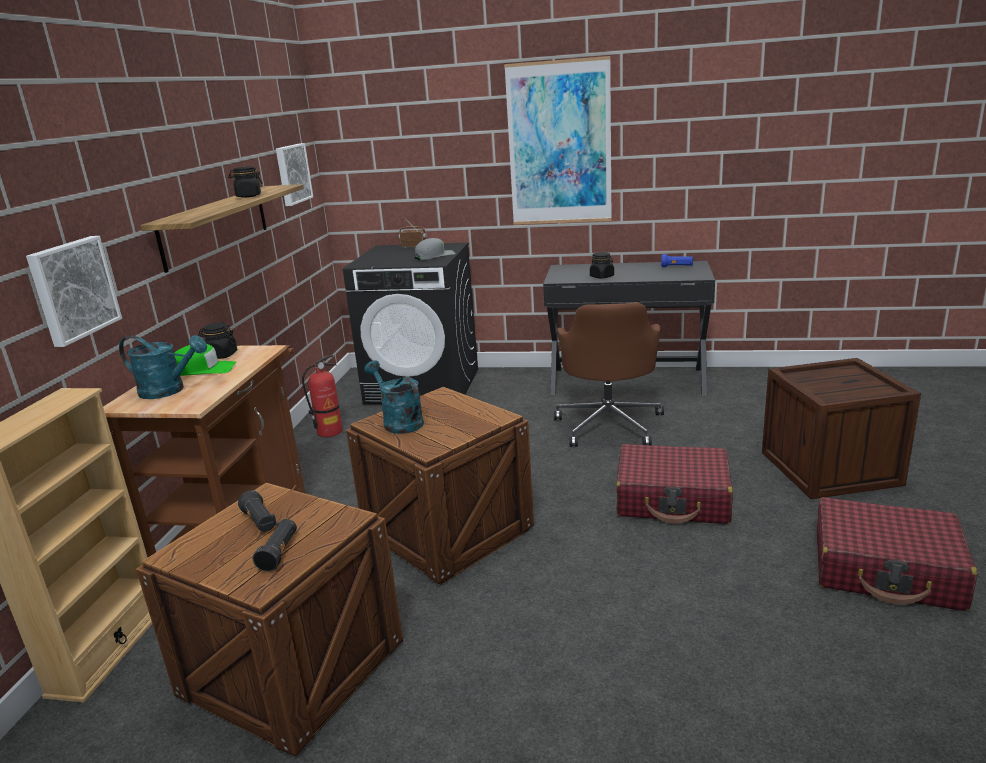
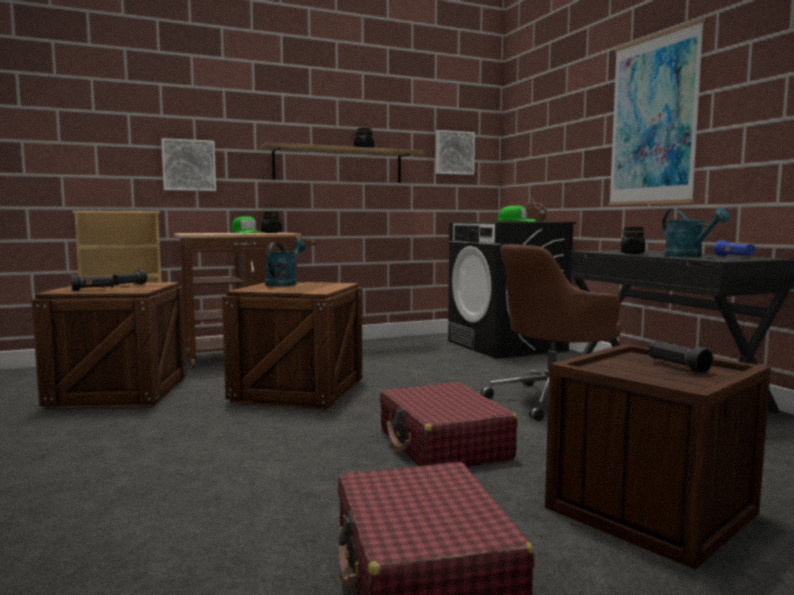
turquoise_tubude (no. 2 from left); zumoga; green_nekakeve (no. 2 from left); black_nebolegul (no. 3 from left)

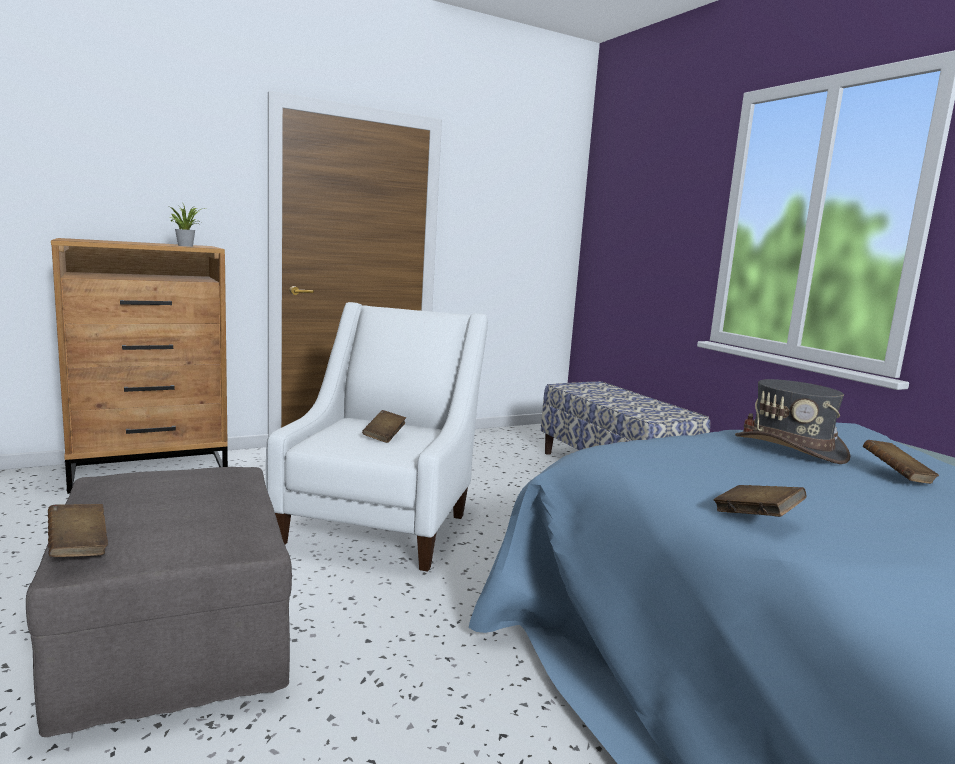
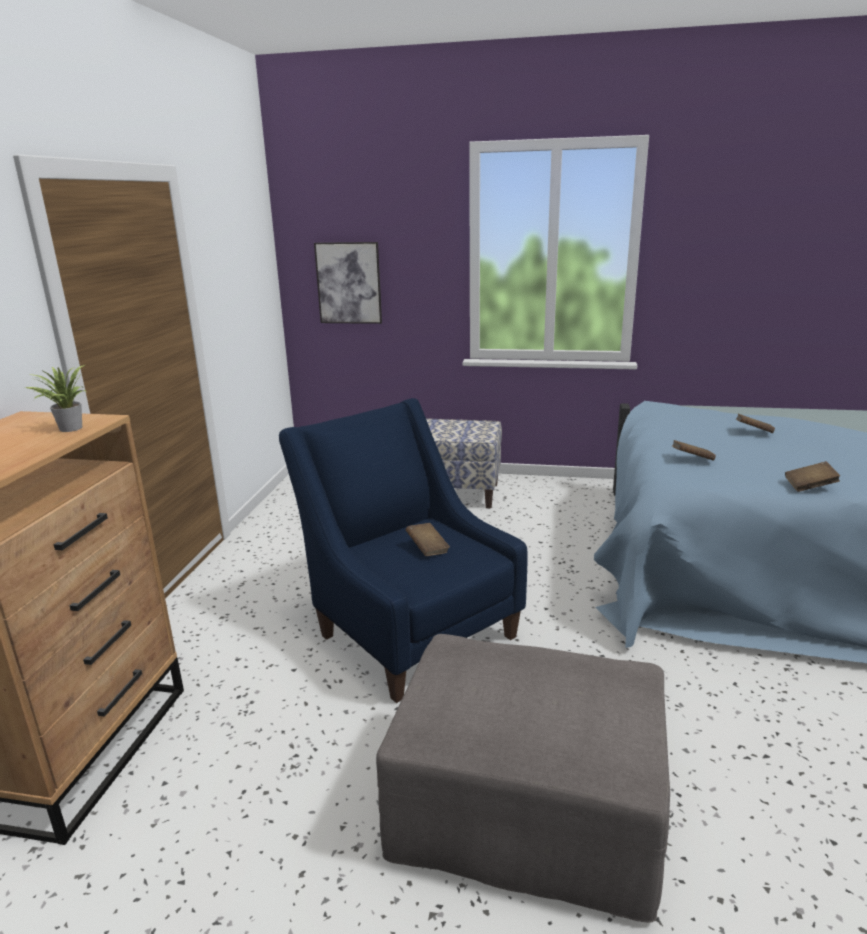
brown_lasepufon (no. 2 from left); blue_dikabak; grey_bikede; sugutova

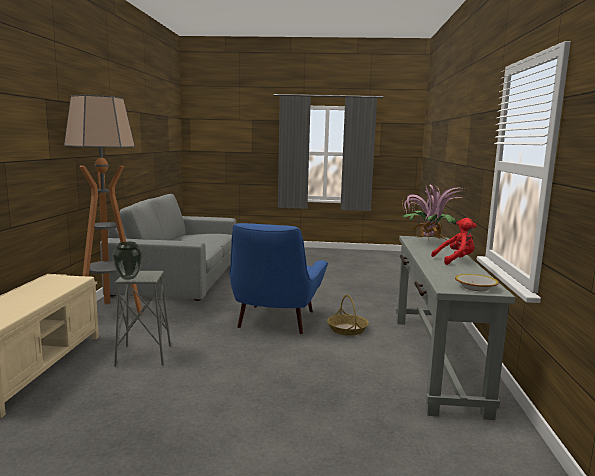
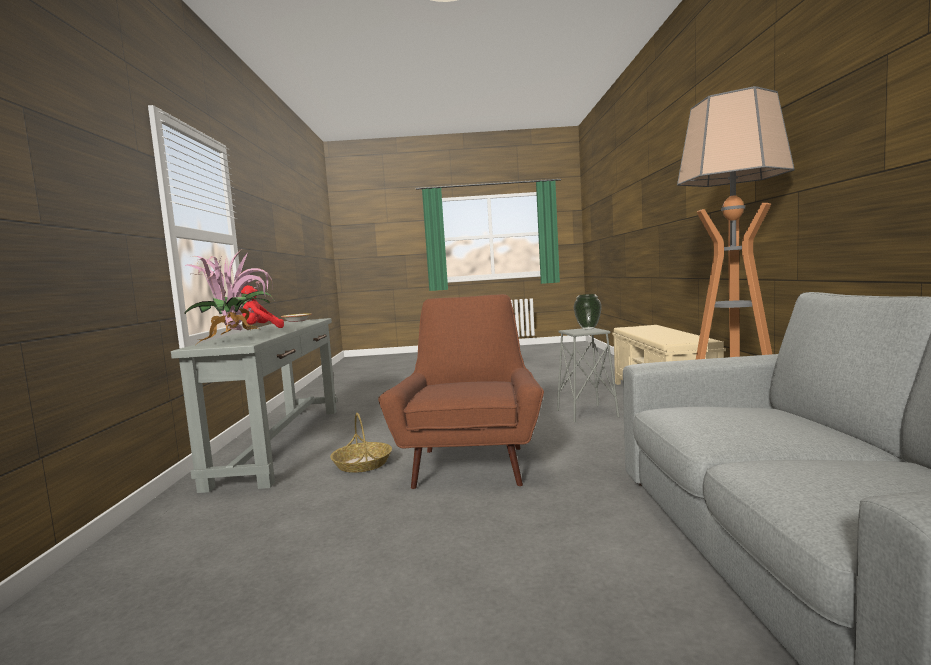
brown_dikabak

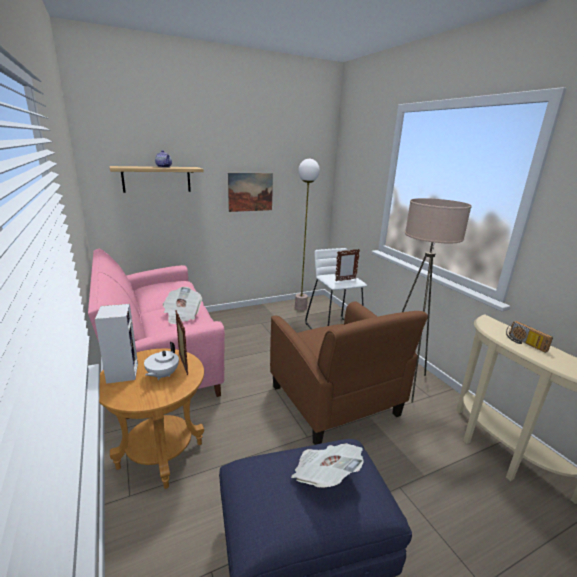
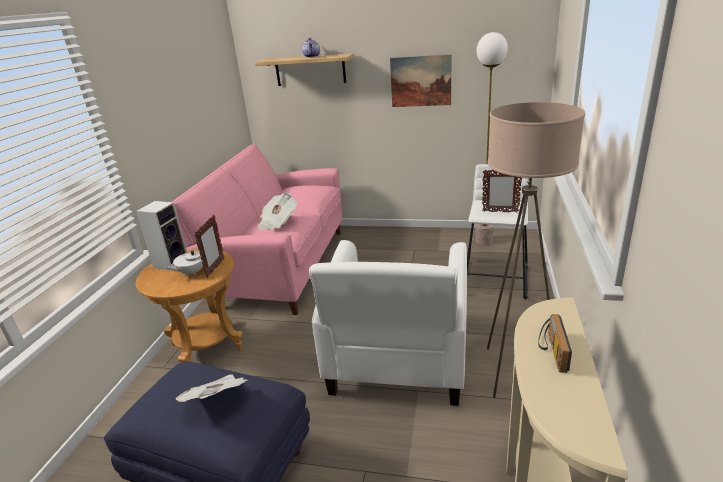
white_dikabak

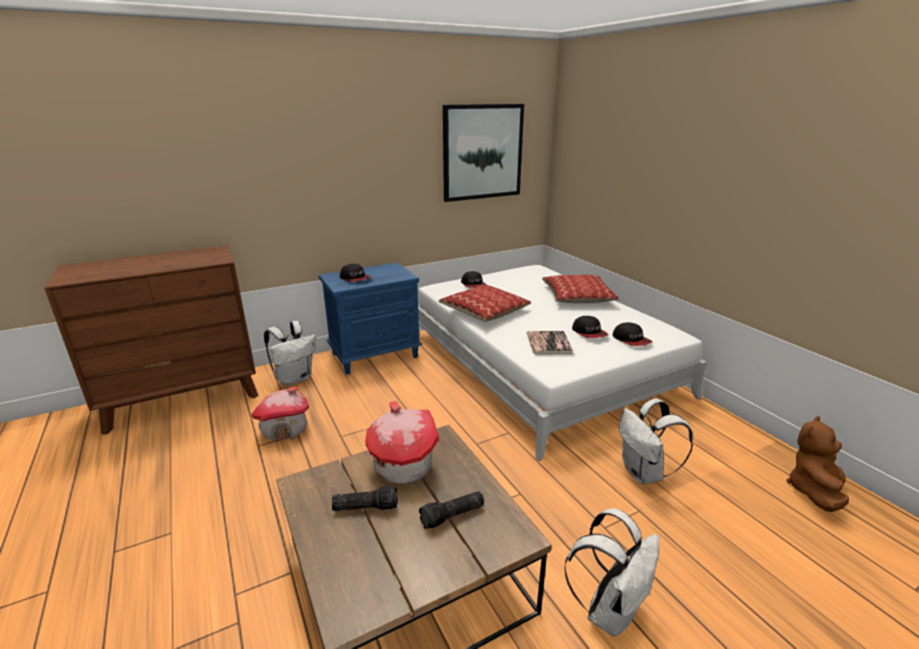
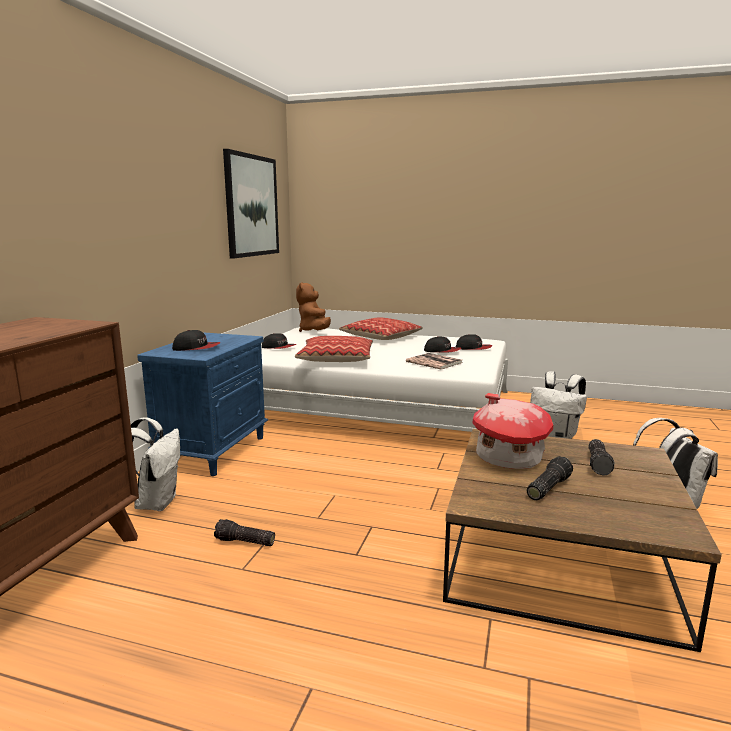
nebolegul (no. 1 from left); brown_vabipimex

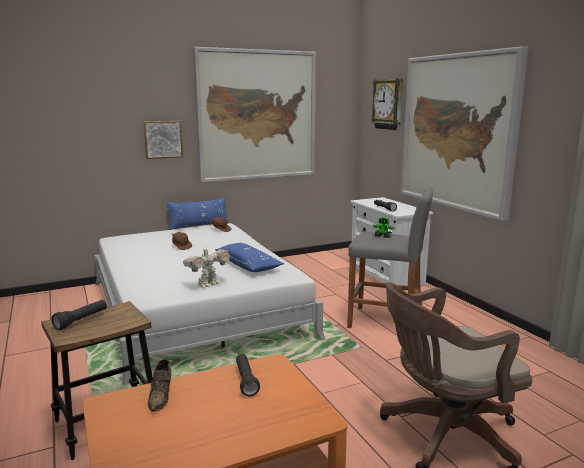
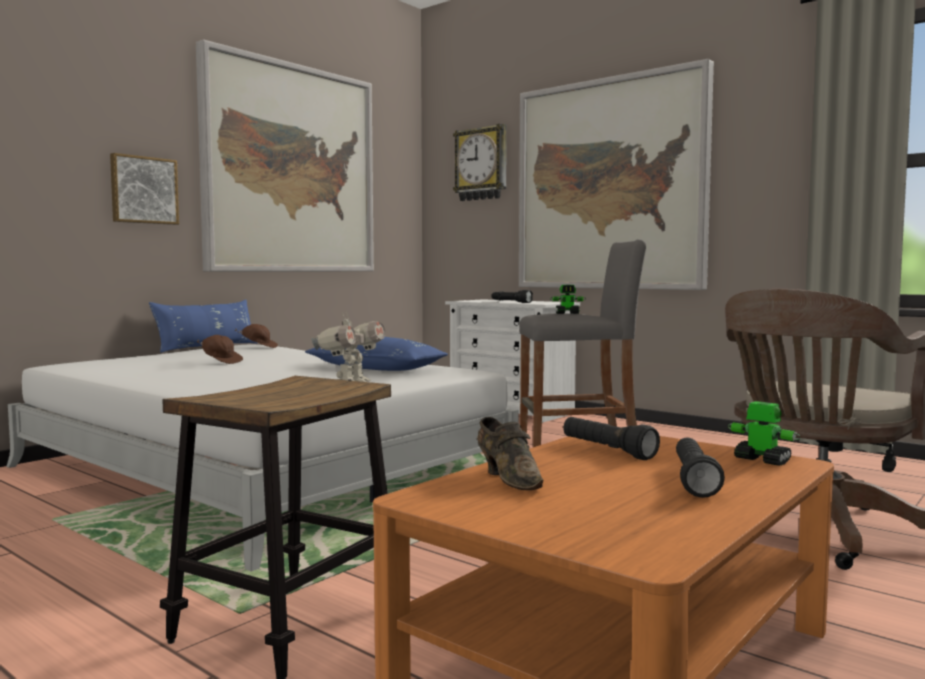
black_nebolegul (no. 3 from left); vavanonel (no. 3 from left)

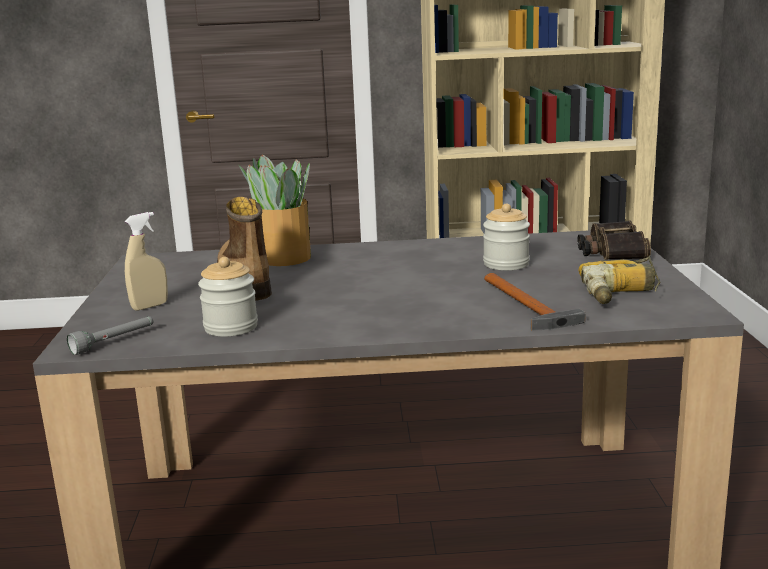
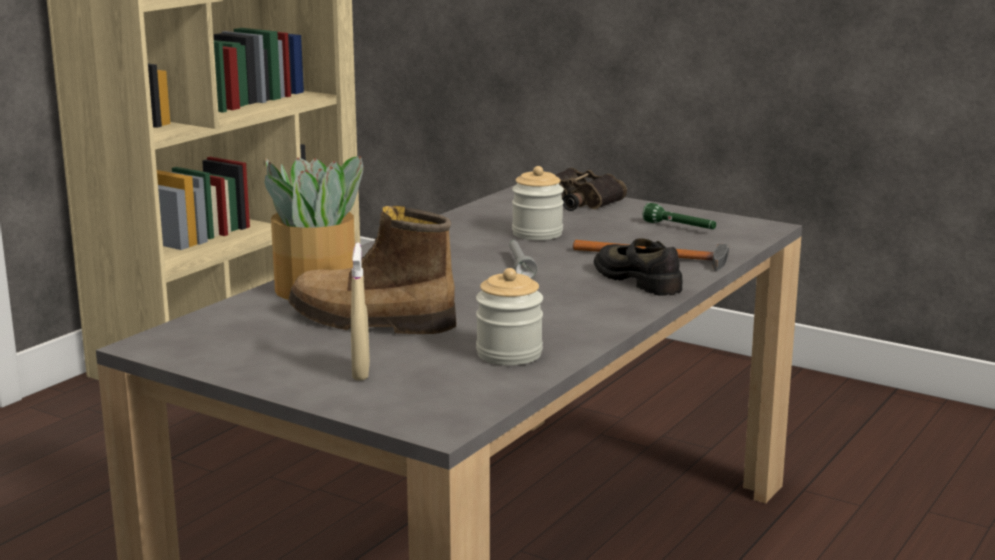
grey_nebolegul; green_nebolegul; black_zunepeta

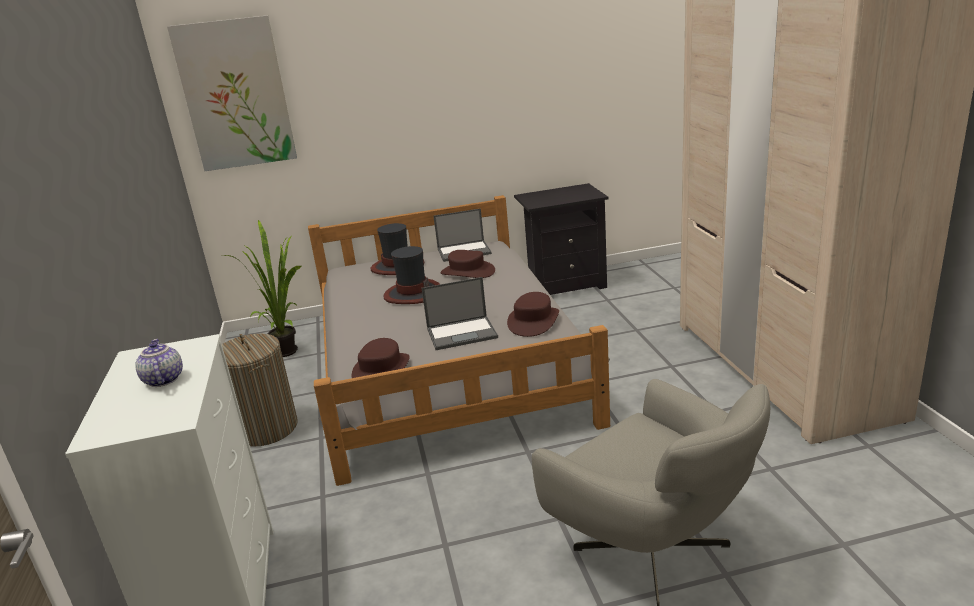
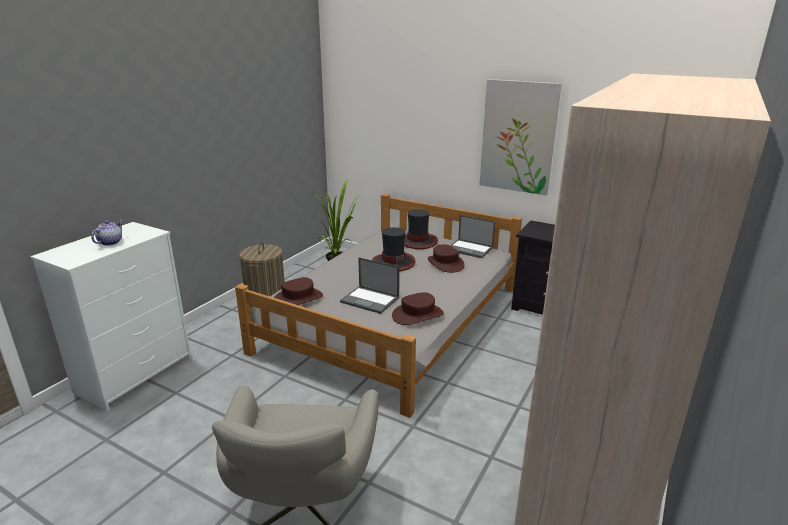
sugutova

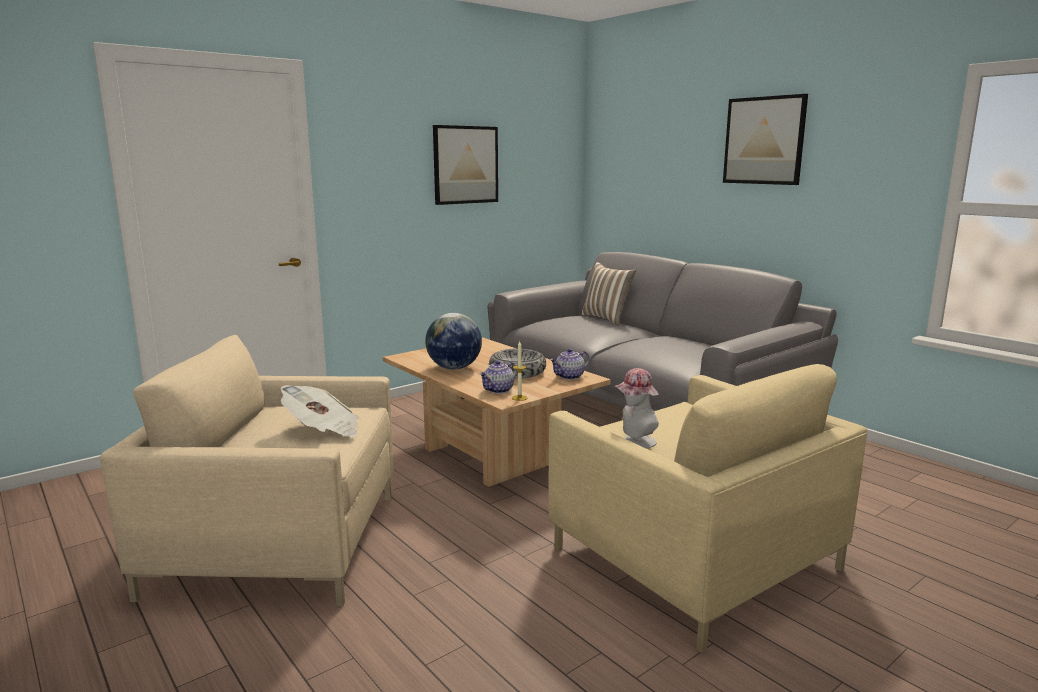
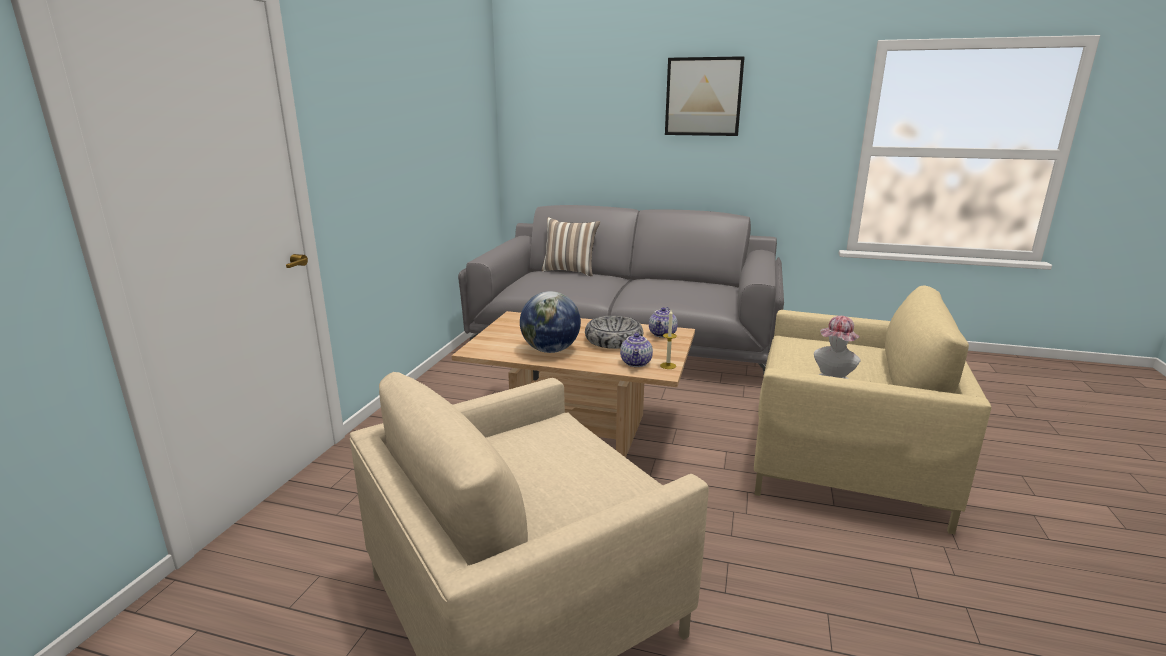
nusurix; sugutova (no. 1 from left in the first image)

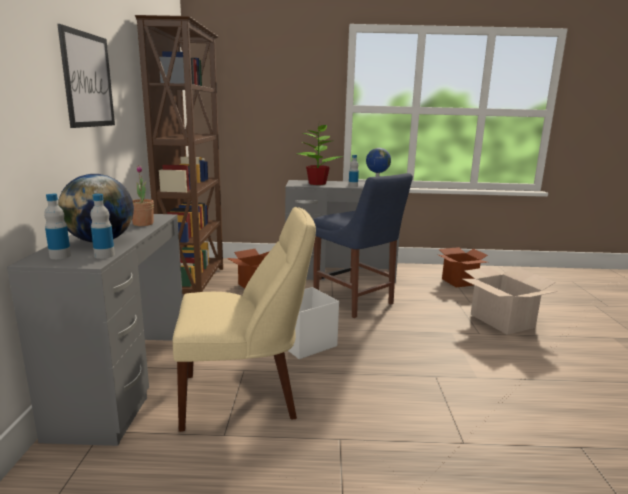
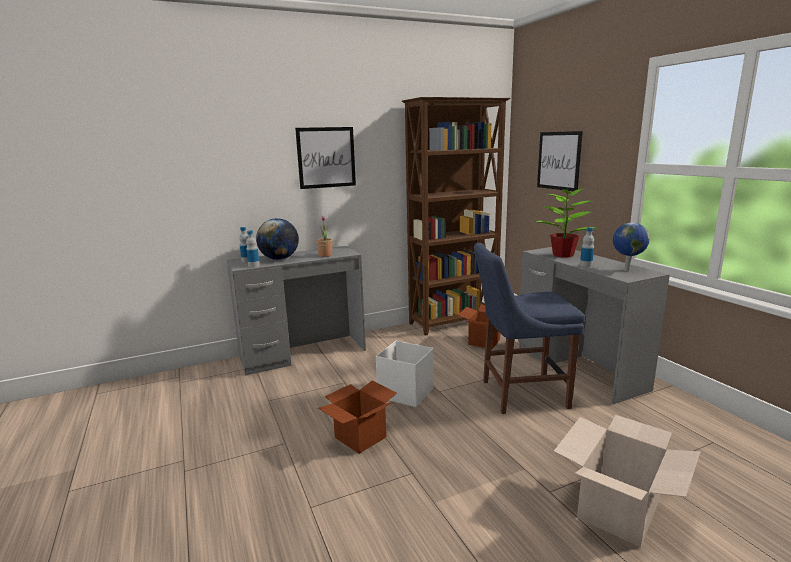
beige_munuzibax; blue_munuzibax; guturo (no. 1 from left); sugutova (no. 2 from left)

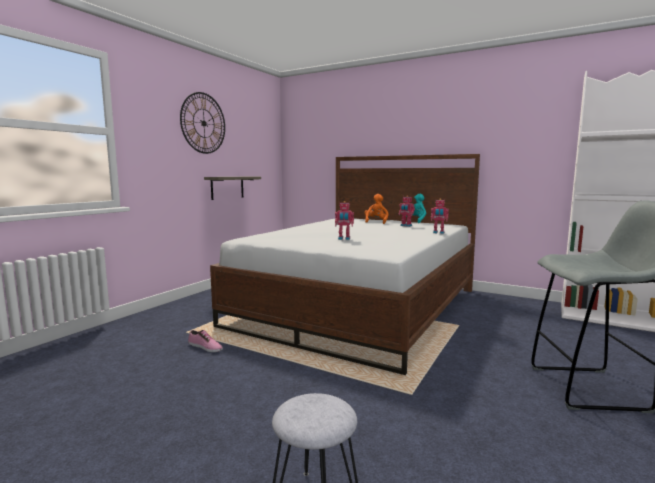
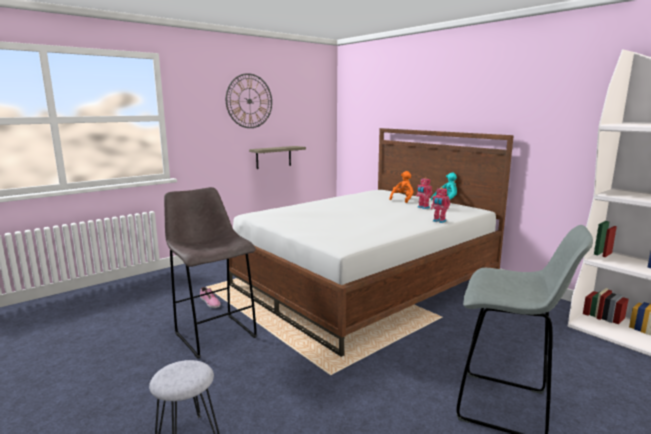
vavanonel (no. 1 from left in the first image); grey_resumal (no. 2 from left)

